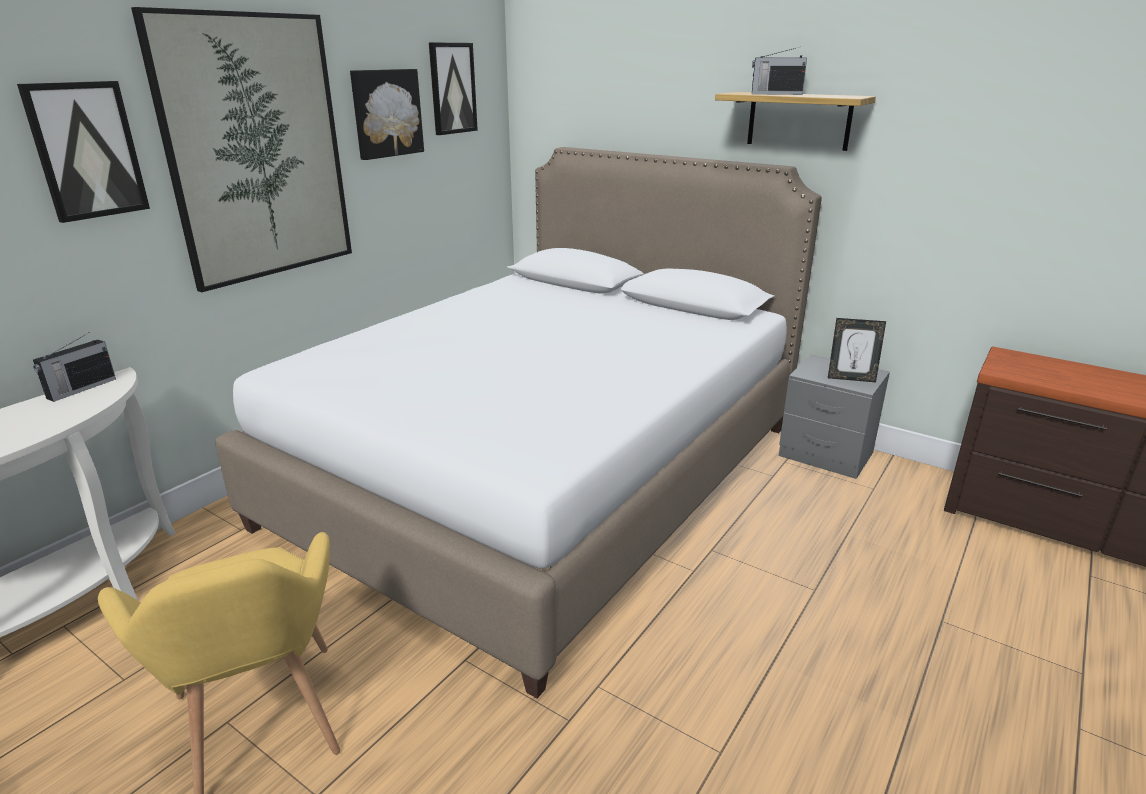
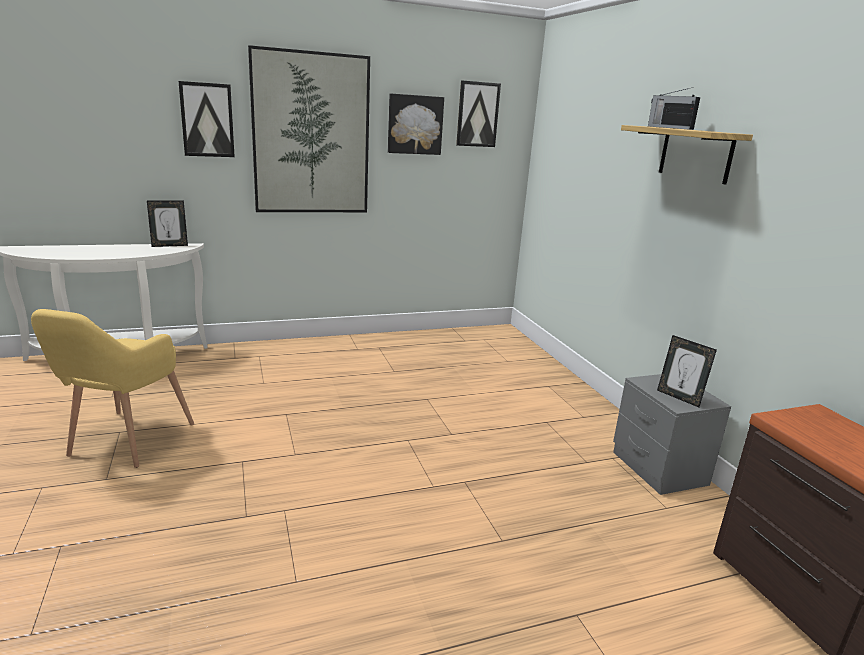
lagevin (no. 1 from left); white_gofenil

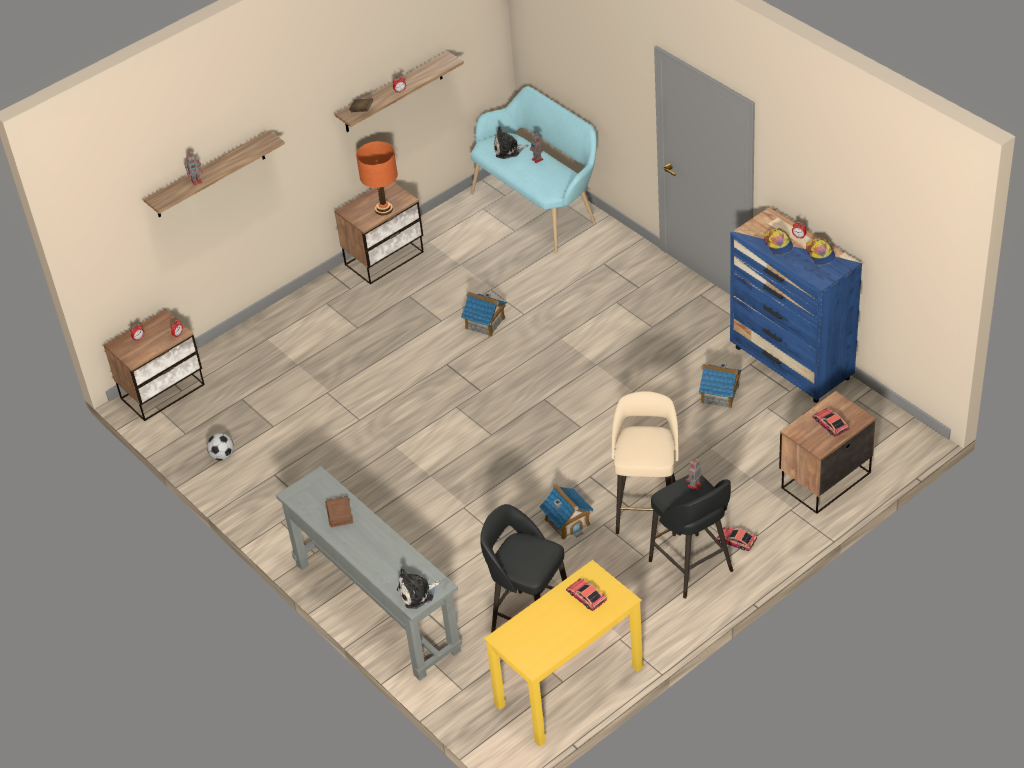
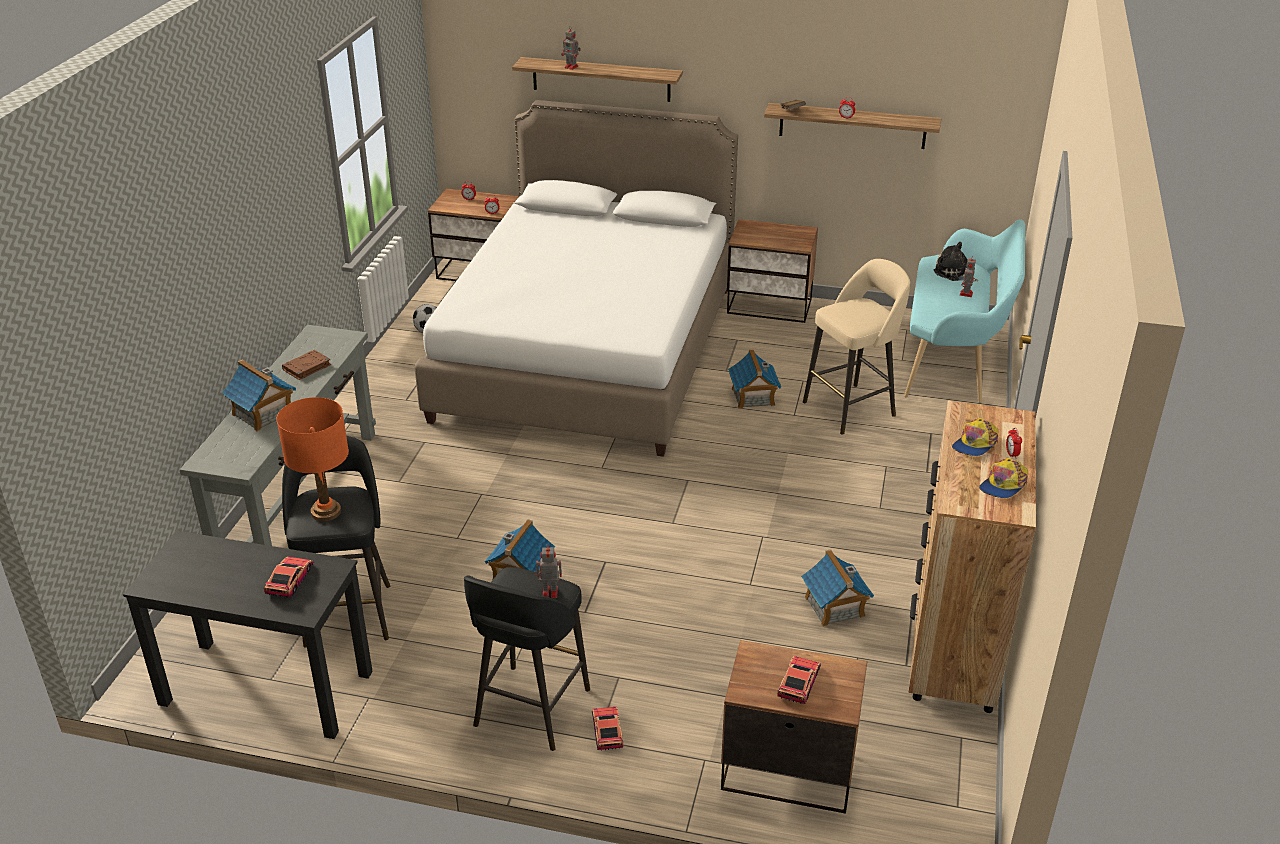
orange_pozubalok; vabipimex (no. 1 from left in the first image); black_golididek; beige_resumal; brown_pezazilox; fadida (no. 1 from left); white_gofenil

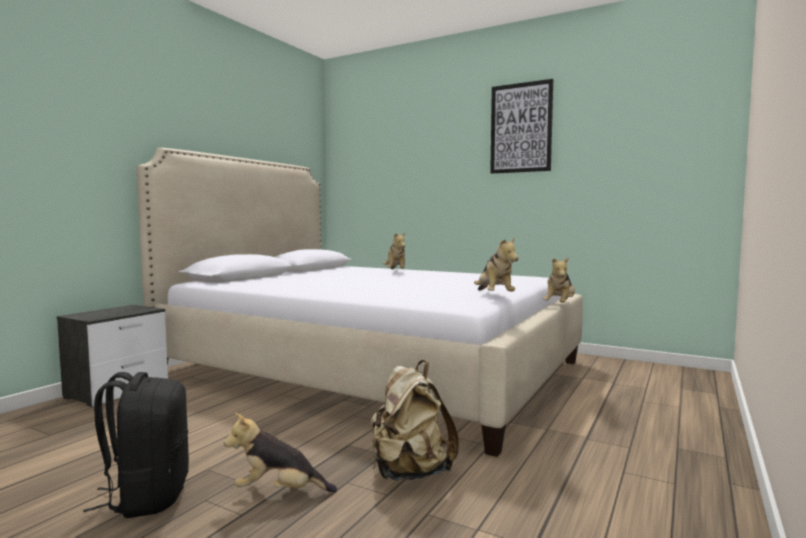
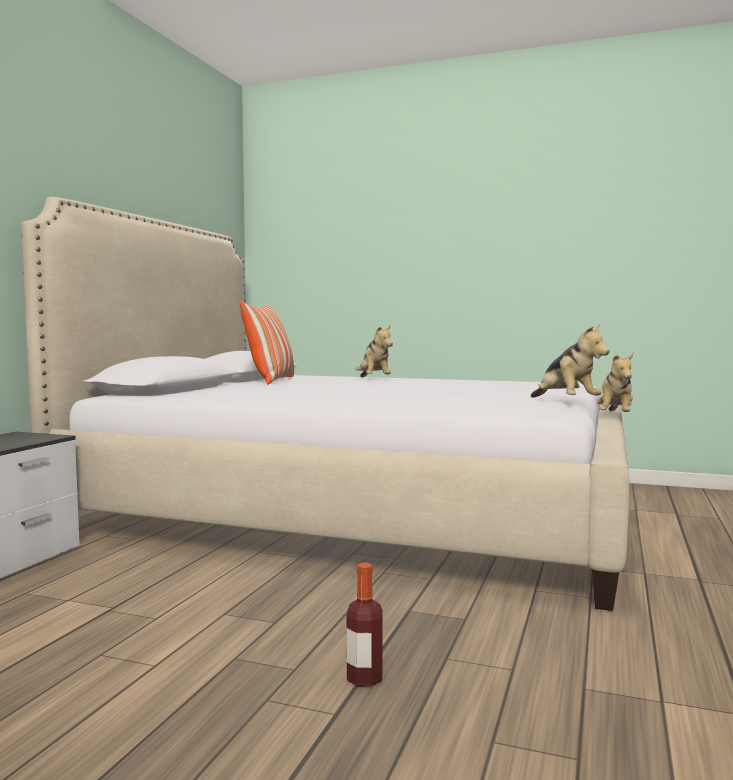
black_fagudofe; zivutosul; beige_fagudofe; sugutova; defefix

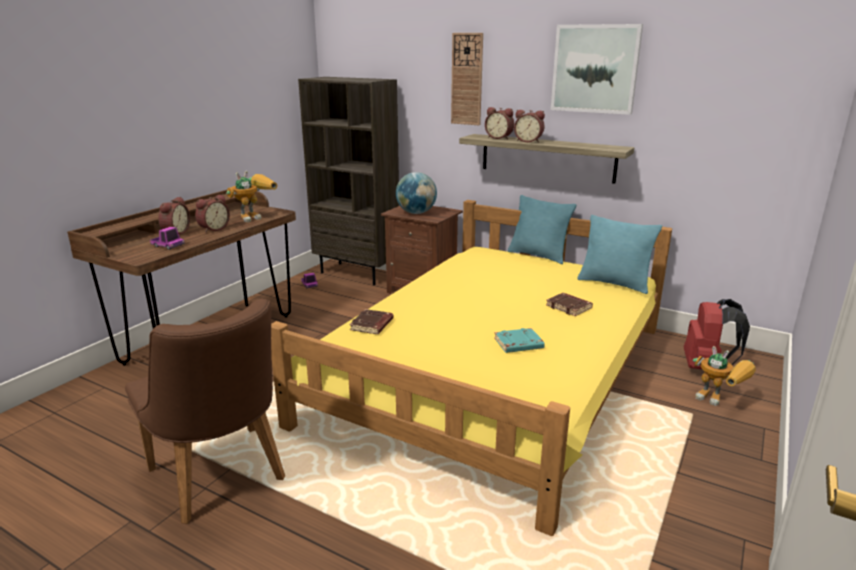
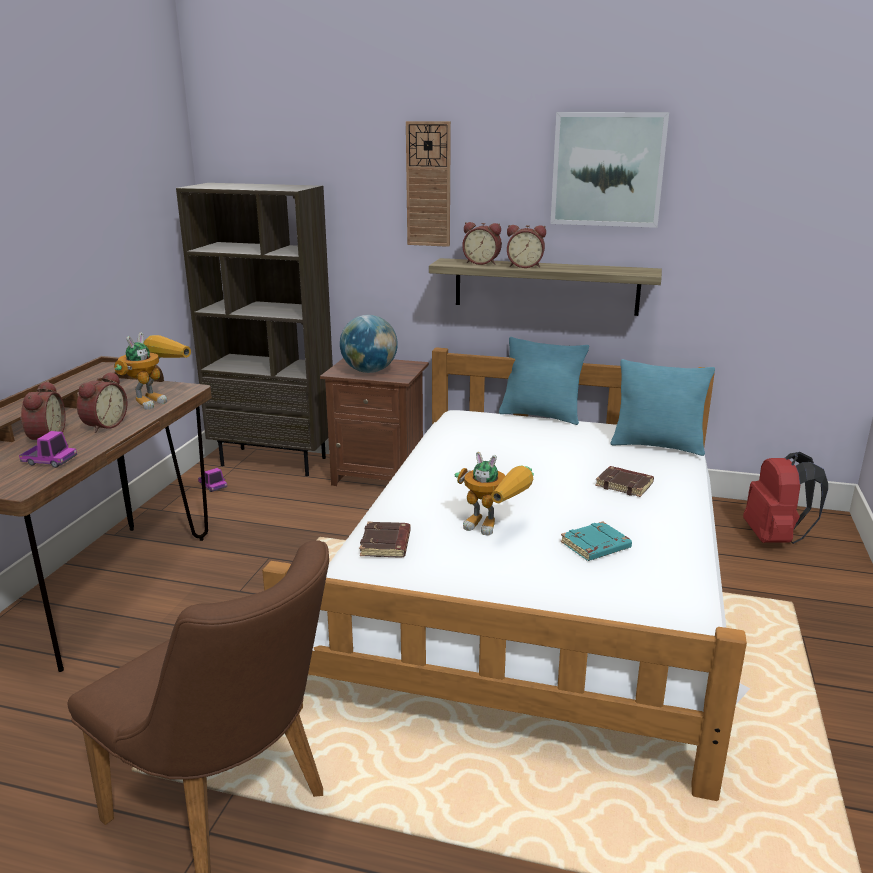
white_gofenil; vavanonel (no. 2 from left)

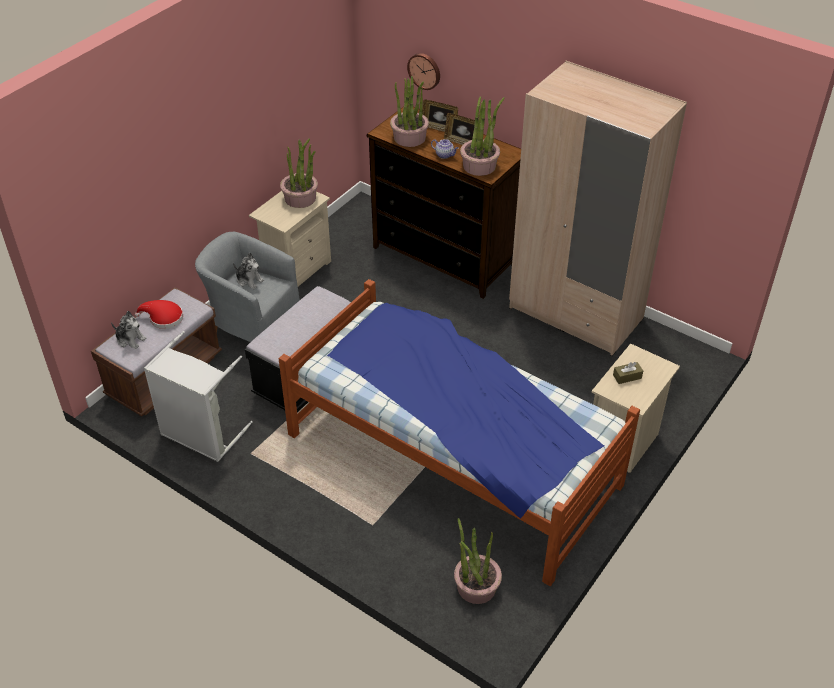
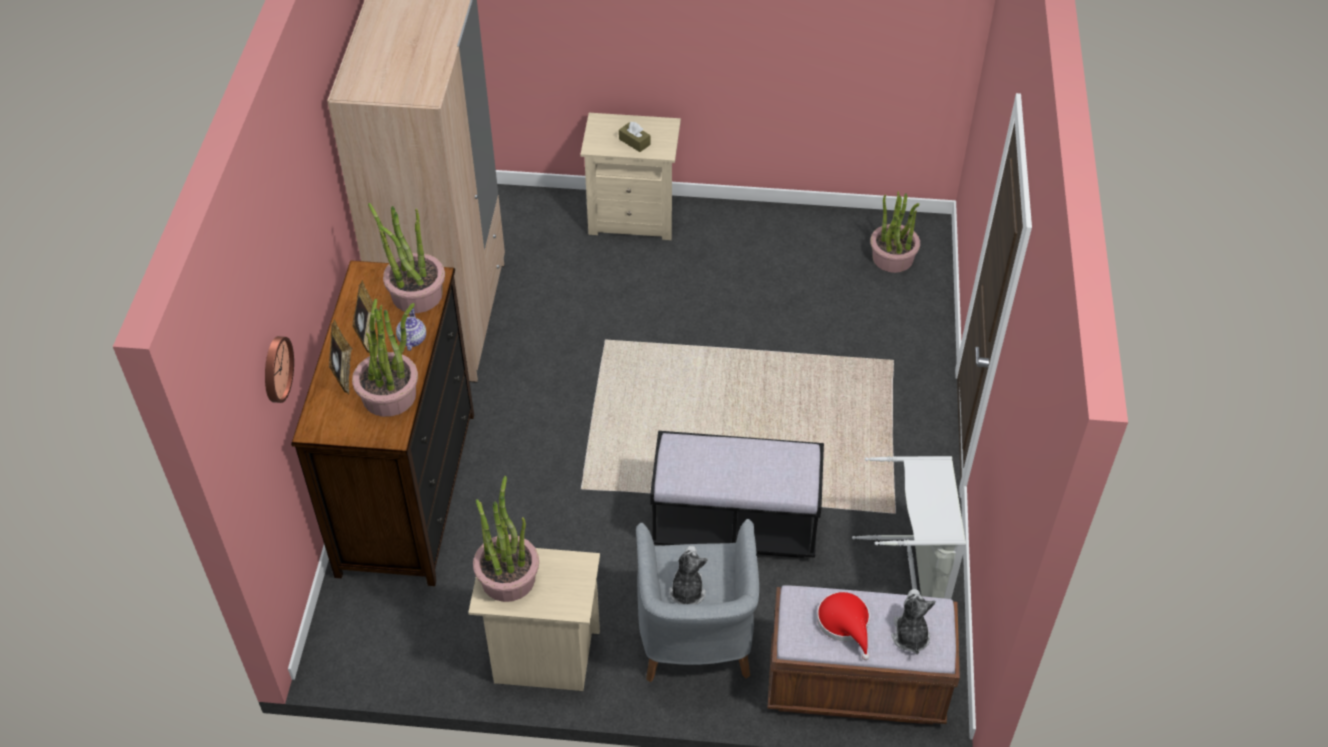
gofenil

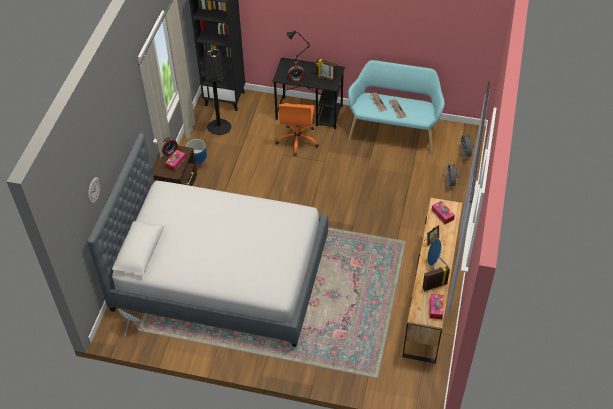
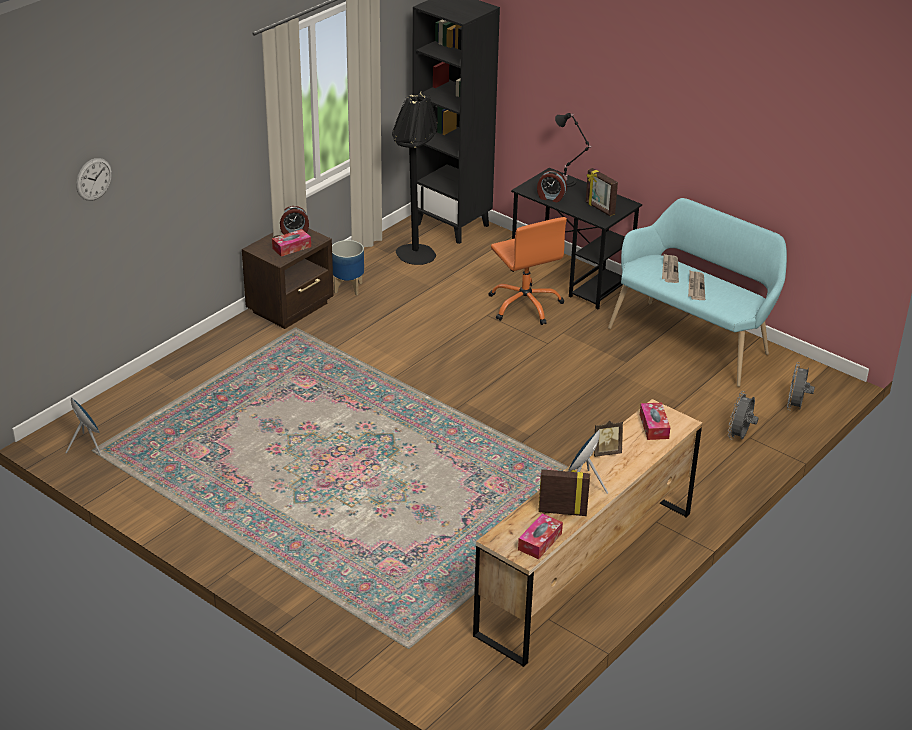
gofenil; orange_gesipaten

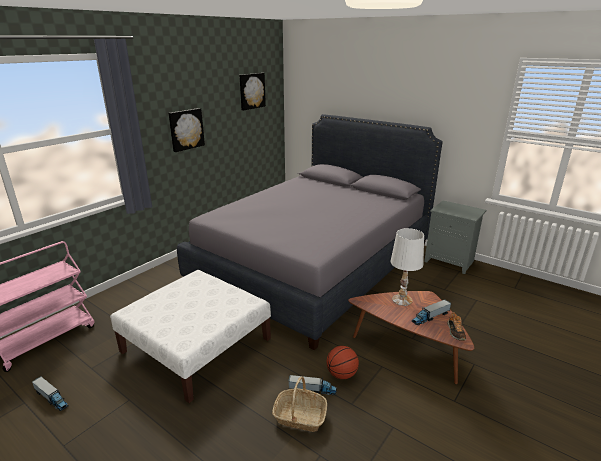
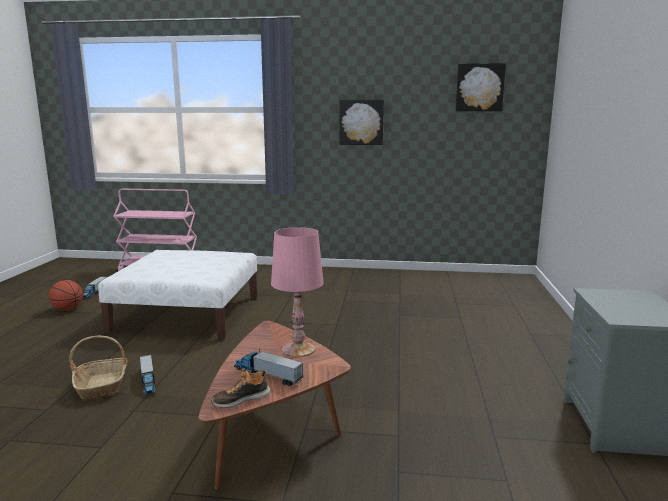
grey_gofenil; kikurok; pink_pozubalok

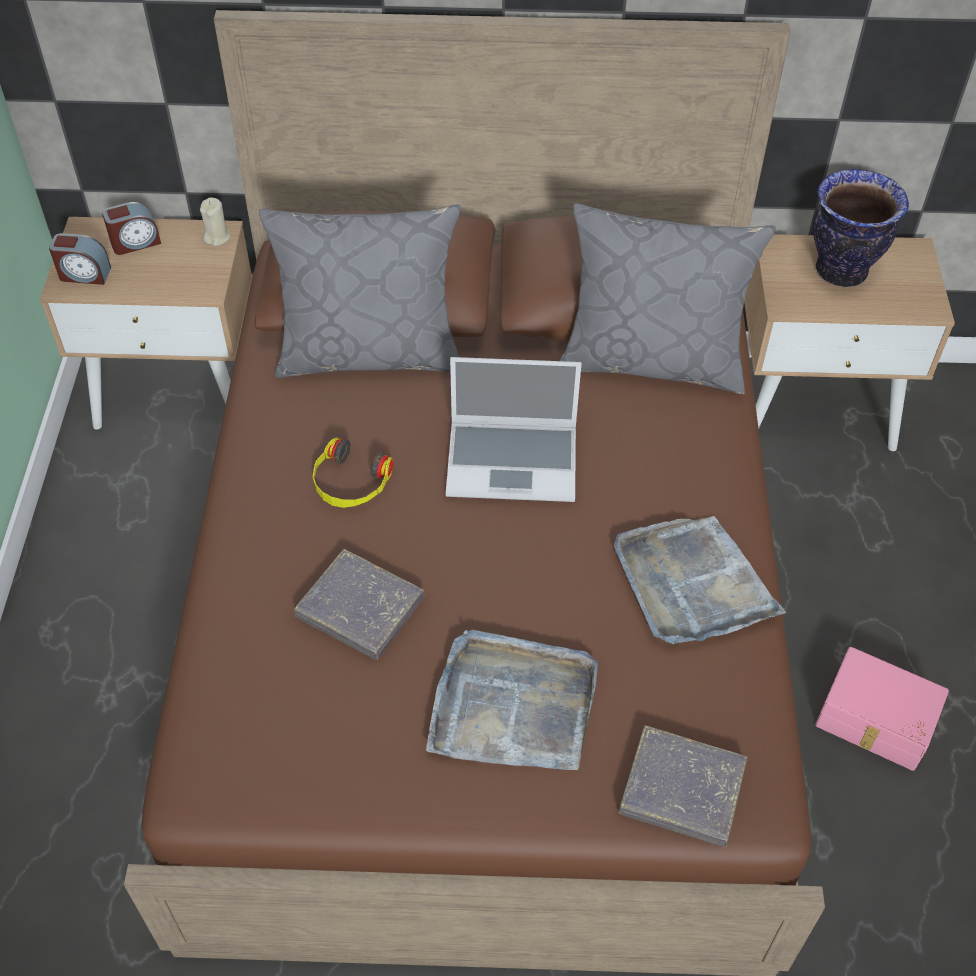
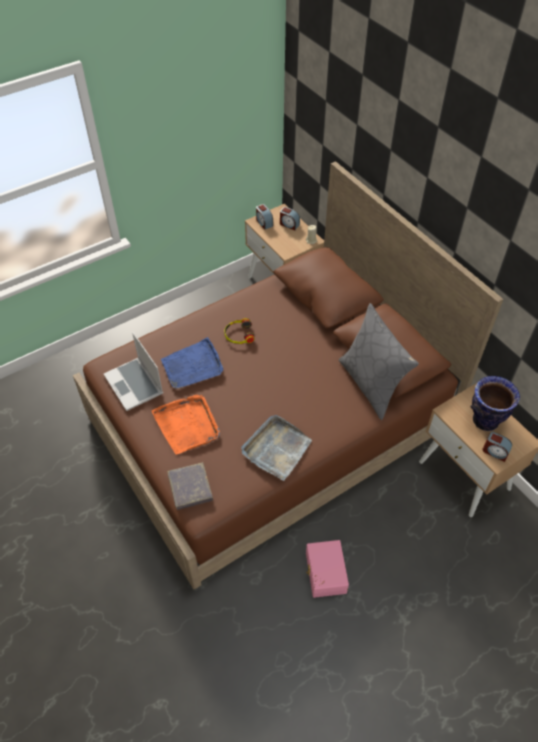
grey_defefix (no. 1 from left in the first image); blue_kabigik; orange_kabigik; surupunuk; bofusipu (no. 3 from left)

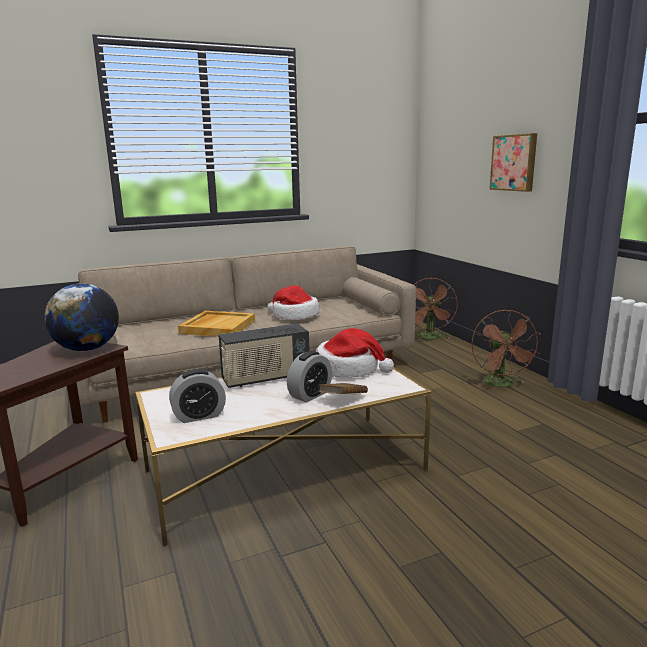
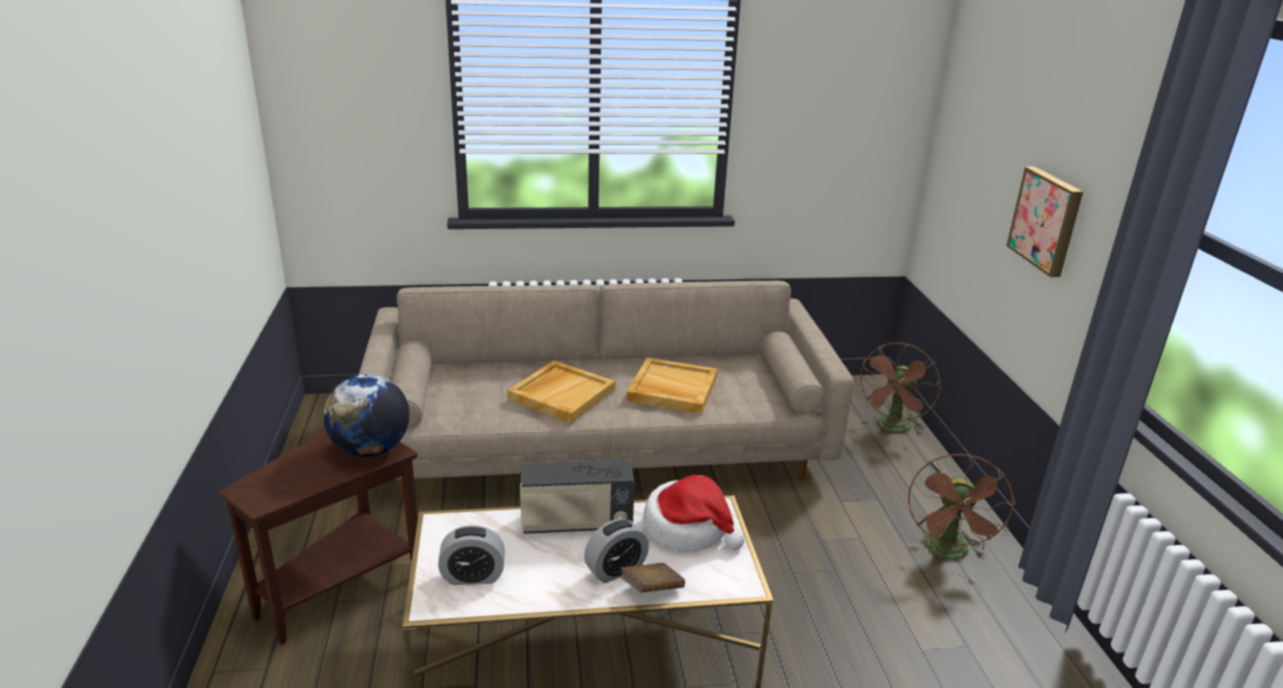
beige_kabigik (no. 2 from left)

